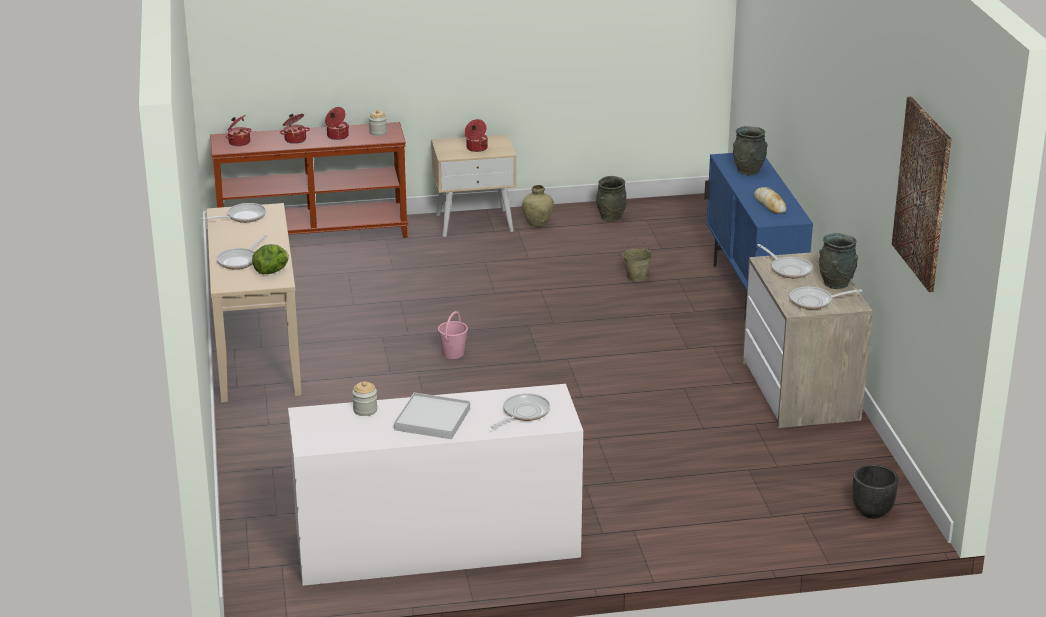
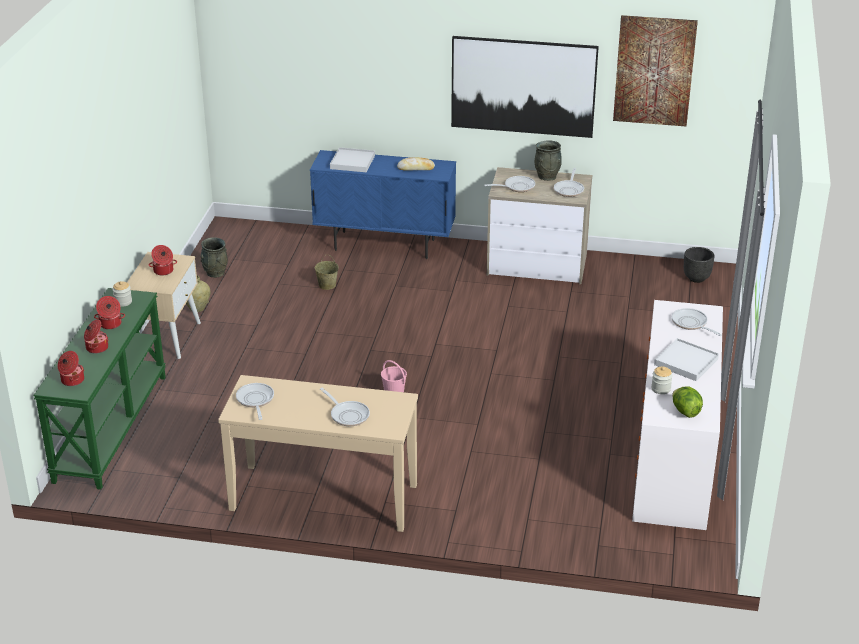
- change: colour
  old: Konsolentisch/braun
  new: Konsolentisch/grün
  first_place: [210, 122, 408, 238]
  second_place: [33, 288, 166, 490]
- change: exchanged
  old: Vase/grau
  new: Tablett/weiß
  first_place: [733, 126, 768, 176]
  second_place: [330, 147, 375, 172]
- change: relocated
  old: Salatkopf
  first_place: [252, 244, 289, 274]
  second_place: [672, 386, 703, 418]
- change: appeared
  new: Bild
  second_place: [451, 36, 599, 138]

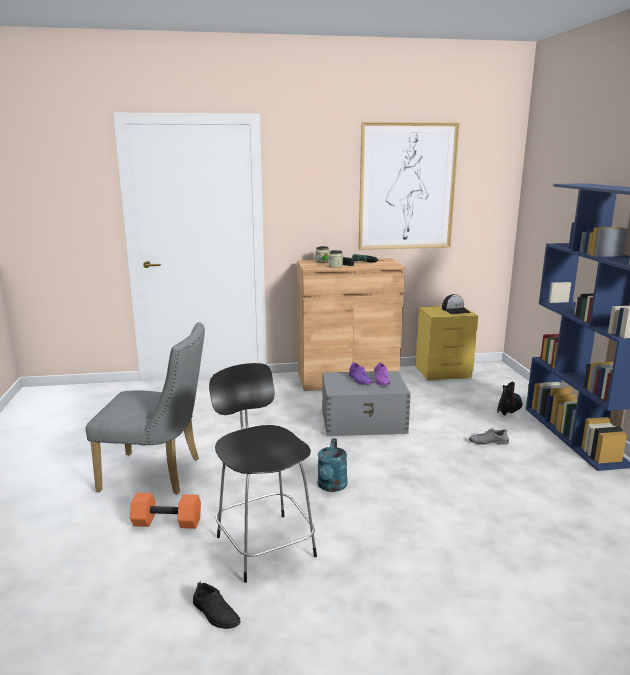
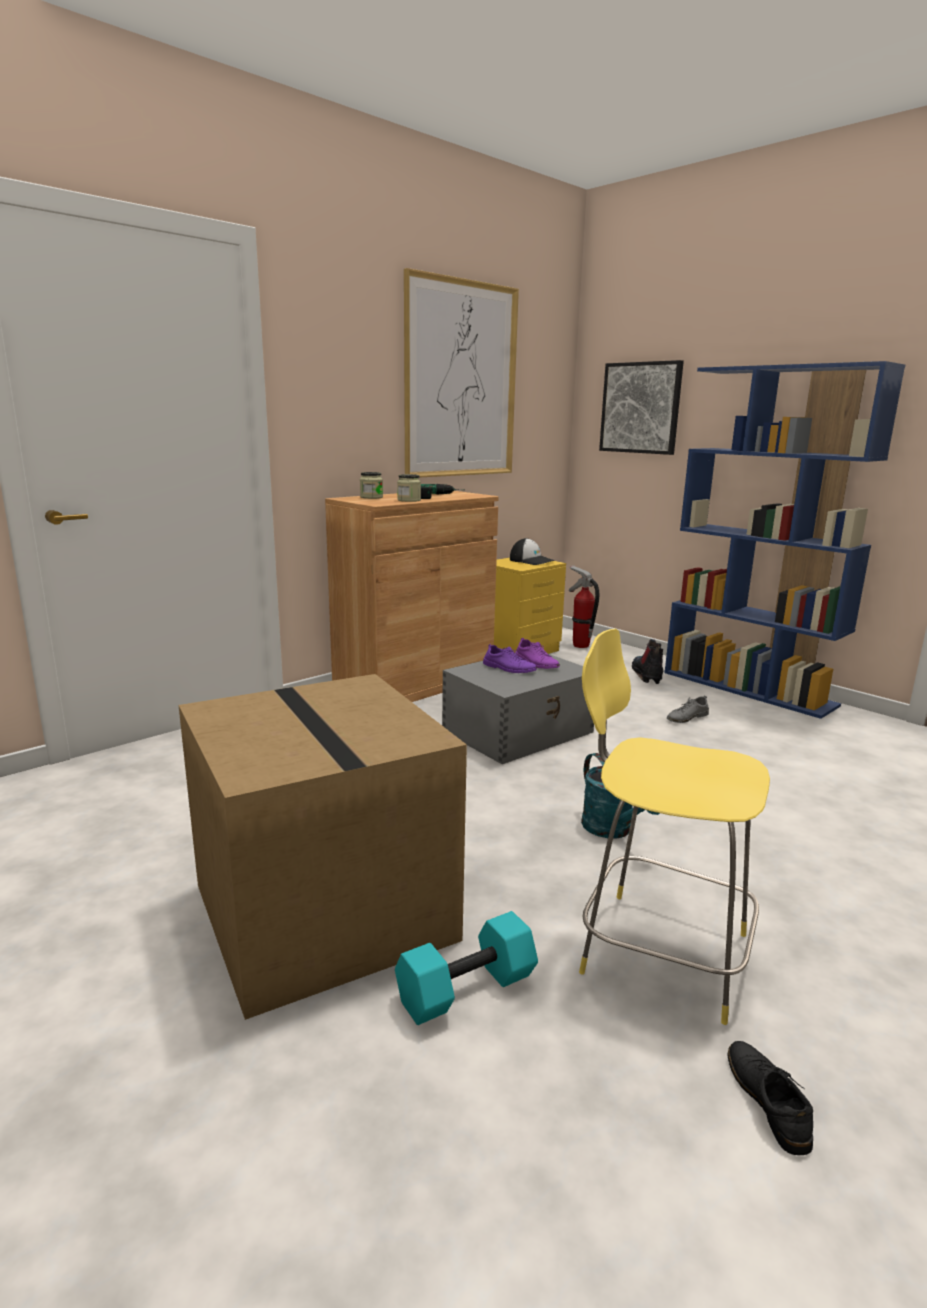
- change: exchanged
  old: Stuhl/grau
  new: Karton
  first_place: [86, 322, 205, 494]
  second_place: [179, 674, 467, 1020]
- change: colour
  old: Hocker/schwarz
  new: Hocker/gelb
  first_place: [209, 363, 317, 583]
  second_place: [579, 629, 770, 1025]
- change: colour
  old: Hantel/orange
  new: Hantel/türkis
  first_place: [130, 493, 201, 529]
  second_place: [395, 911, 538, 1025]
- change: spun
  old: Schuh/schwarz
  first_place: [193, 581, 240, 629]
  second_place: [728, 1041, 813, 1155]
  degrees: -105
- change: appeared
  new: Bild
  second_place: [599, 360, 684, 455]
- change: appeared
  new: Feuerlöscher
  second_place: [569, 565, 600, 648]

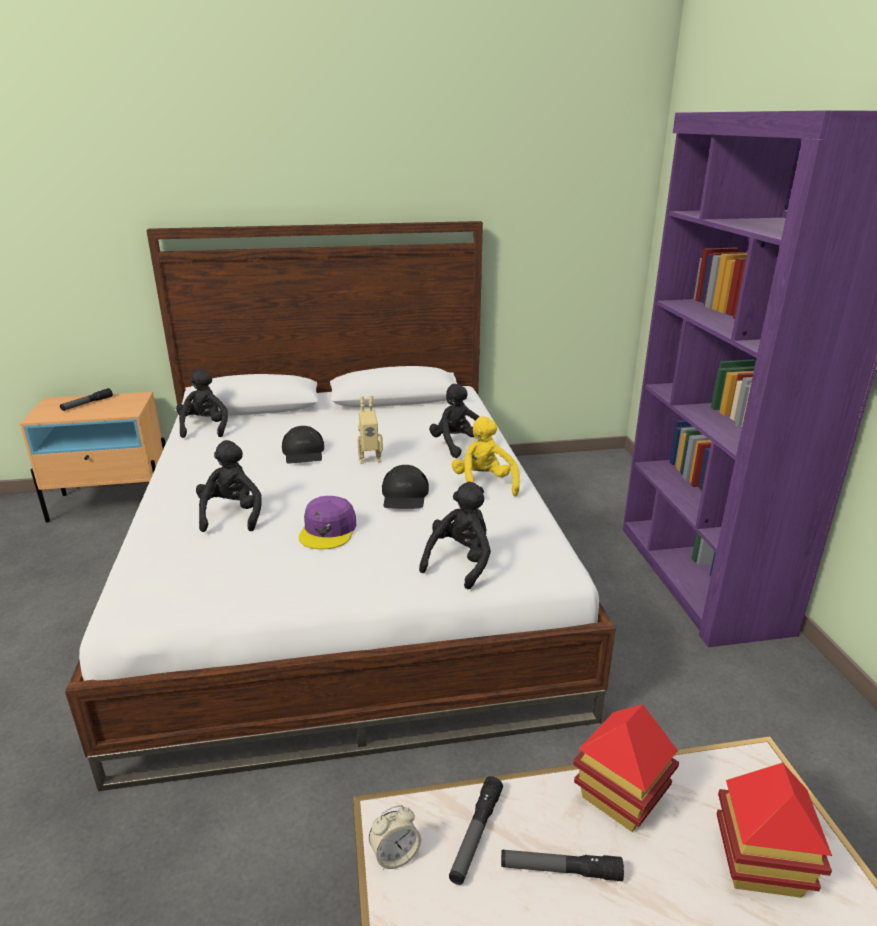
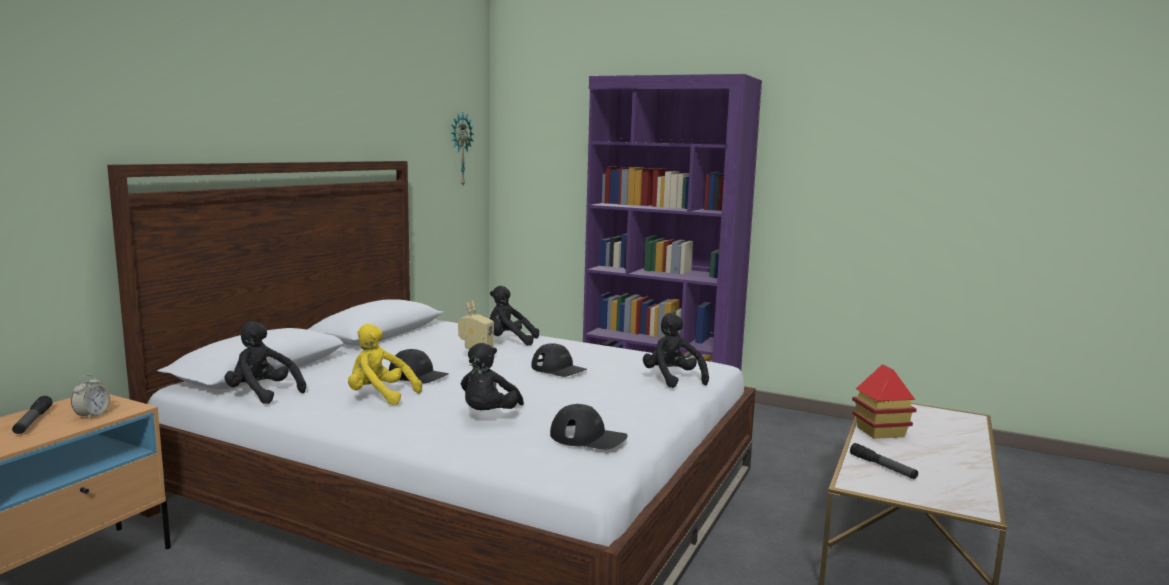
- change: relocated
  old: Plüschtier/gelb
  first_place: [452, 416, 520, 496]
  second_place: [348, 324, 422, 405]
- change: spun
  old: Plüschtier/schwarz
  first_place: [196, 440, 262, 532]
  second_place: [460, 343, 524, 410]
  degrees: -105
- change: missing
  old: Kappe/lila
  first_place: [299, 496, 357, 549]
- change: missing
  old: Spielzeughaus
  first_place: [717, 763, 832, 898]
- change: relocated
  old: Wecker
  first_place: [369, 805, 421, 870]
  second_place: [71, 375, 110, 419]
- change: missing
  old: Taschenlampe
  first_place: [501, 850, 624, 881]
- change: appeared
  new: Wanduhr
  second_place: [451, 113, 474, 185]
- change: appeared
  new: Kappe/schwarz
  second_place: [550, 404, 628, 450]

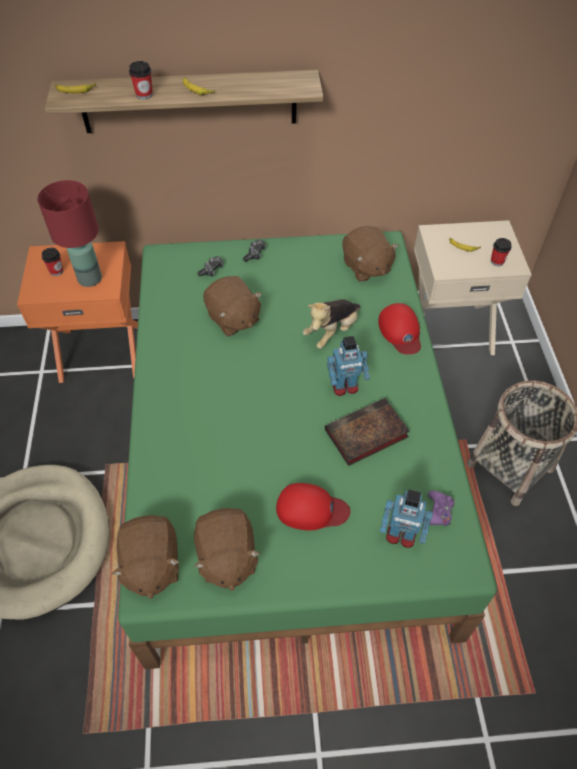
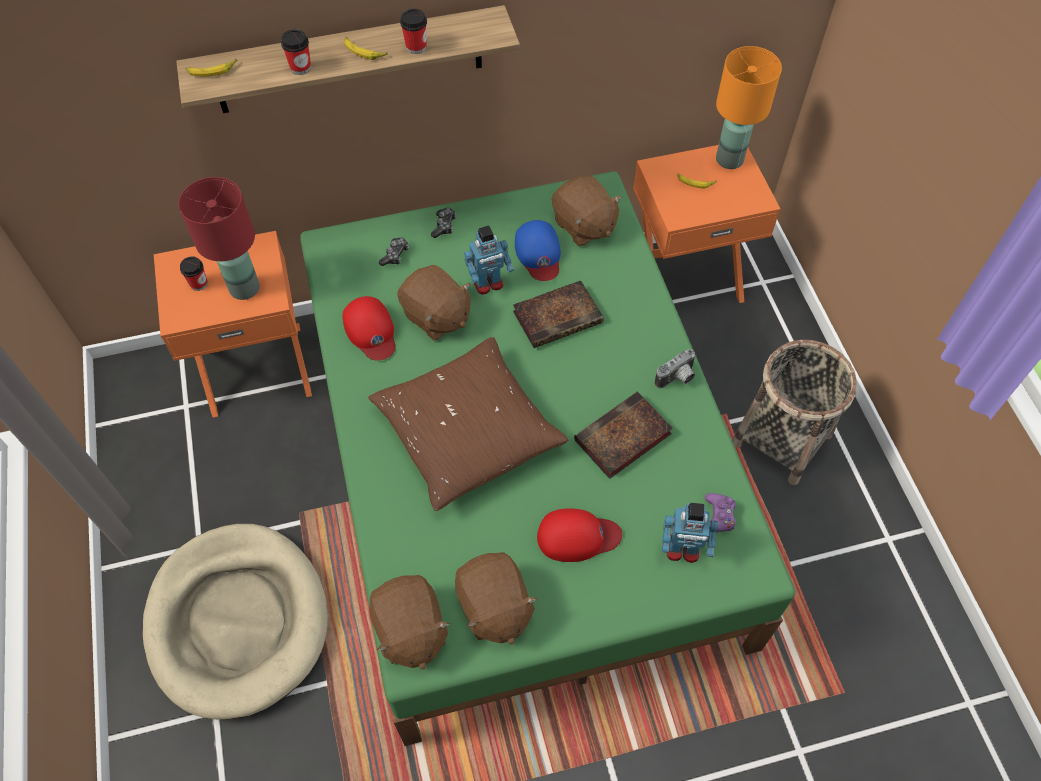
- change: colour
  old: Nachttisch/beige
  new: Nachttisch/orange
  first_place: [414, 220, 532, 355]
  second_place: [633, 145, 780, 303]
- change: relocated
  old: Tasse
  first_place: [491, 238, 512, 266]
  second_place: [400, 9, 427, 54]
- change: exchanged
  old: Plüschtier
  new: Buch
  first_place: [303, 299, 361, 349]
  second_place: [513, 280, 604, 348]
- change: relocated
  old: Kappe/rot
  first_place: [378, 303, 421, 355]
  second_place: [342, 296, 395, 360]
- change: relocated
  old: Spielzeugroboter
  first_place: [327, 336, 370, 396]
  second_place: [464, 226, 514, 294]
- change: appeared
  new: Tischlampe/orange
  second_place: [716, 46, 782, 169]
- change: appeared
  new: Kappe/blau
  second_place: [515, 220, 561, 281]
- change: appeared
  new: Kissen/braun
  second_place: [368, 337, 568, 511]
- change: appeared
  new: Kamera
  second_place: [655, 349, 696, 388]

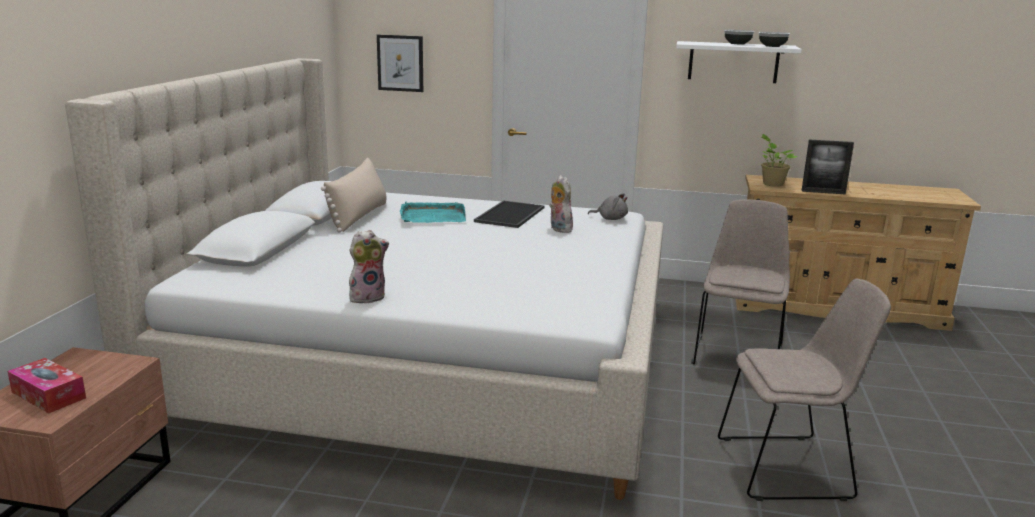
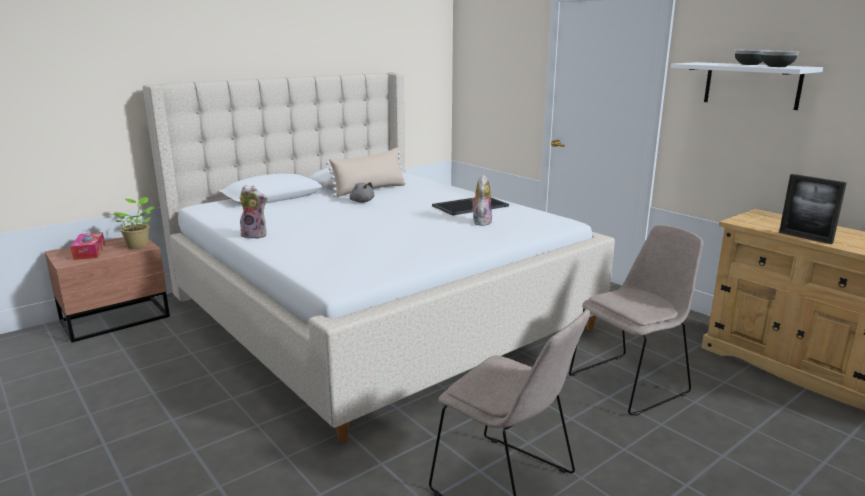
- change: missing
  old: Bild
  first_place: [377, 35, 423, 92]
- change: relocated
  old: Topfpflanze
  first_place: [761, 134, 798, 187]
  second_place: [111, 197, 155, 249]
- change: relocated
  old: Plüschtier/grau
  first_place: [588, 193, 628, 220]
  second_place: [349, 182, 374, 203]
- change: missing
  old: Tablett/türkis
  first_place: [400, 202, 466, 223]

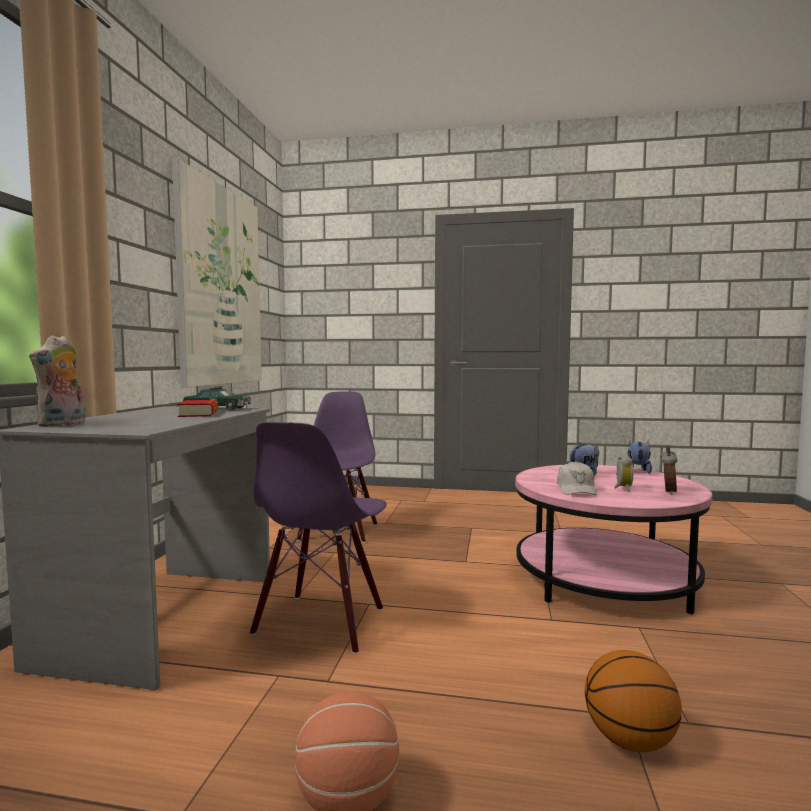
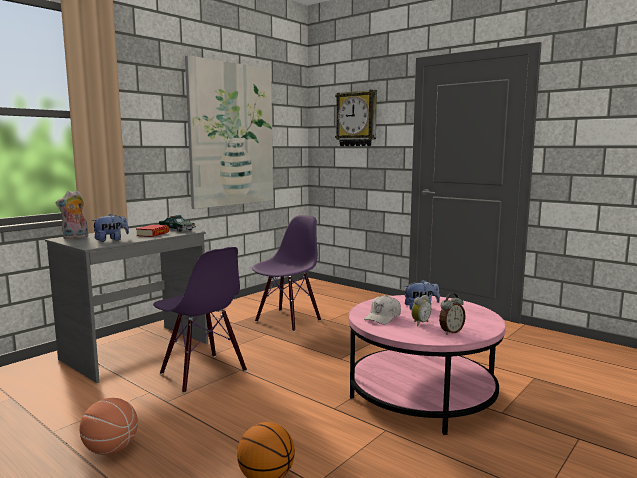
- change: spun
  old: Stuhl/lila
  first_place: [250, 422, 387, 654]
  second_place: [153, 247, 247, 393]
  degrees: -90
- change: relocated
  old: Plüschtier
  first_place: [628, 440, 652, 474]
  second_place: [91, 214, 129, 242]
- change: appeared
  new: Wanduhr
  second_place: [335, 90, 377, 146]

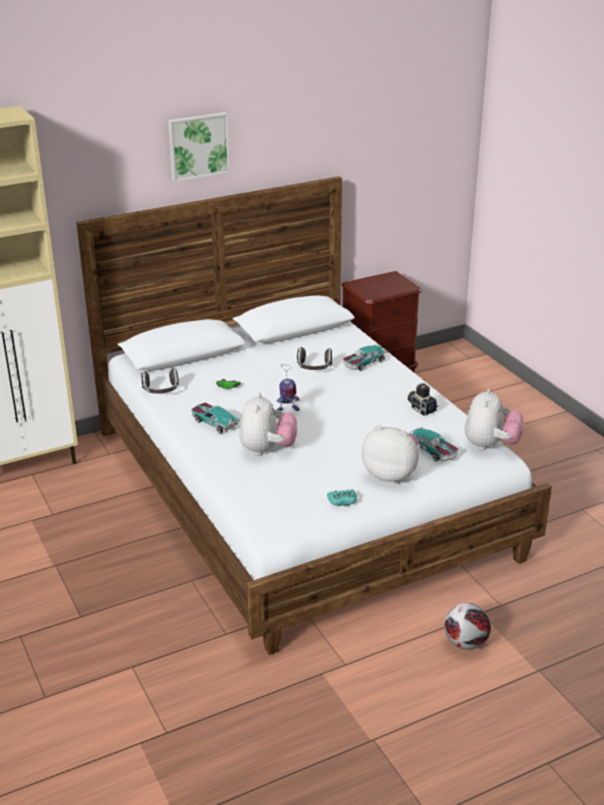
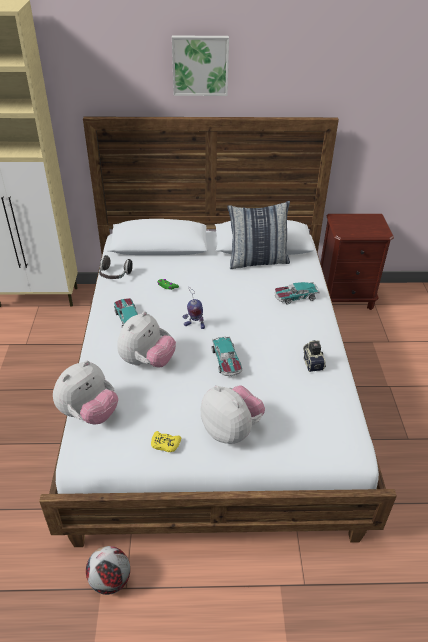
- change: missing
  old: Kopfhörer
  first_place: [297, 347, 332, 370]
- change: relocated
  old: Plüschtier
  first_place: [465, 388, 524, 450]
  second_place: [53, 361, 118, 424]
- change: relocated
  old: Spielzeugauto
  first_place: [408, 427, 458, 462]
  second_place: [212, 336, 242, 376]
- change: colour
  old: Gamepad/türkis
  new: Gamepad/gelb
  first_place: [327, 489, 357, 506]
  second_place: [151, 431, 181, 452]
- change: relocated
  old: Fußball
  first_place: [444, 603, 491, 650]
  second_place: [86, 546, 130, 595]
- change: appeared
  new: Kissen
  second_place: [227, 201, 290, 269]

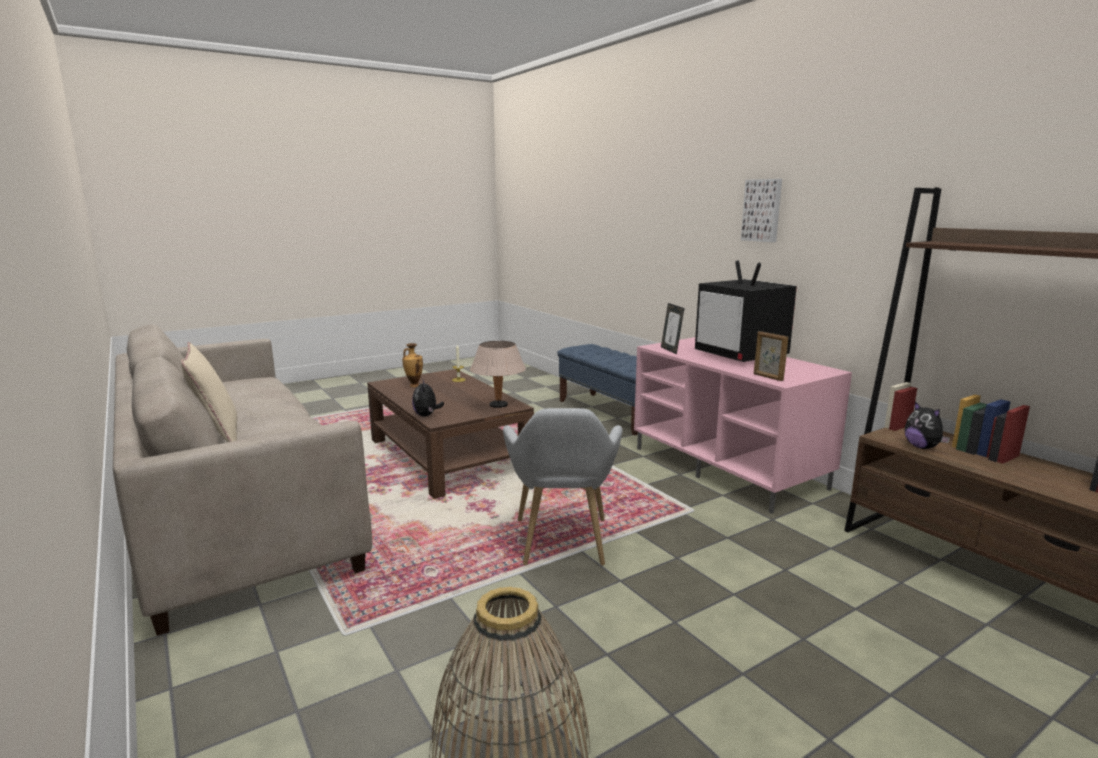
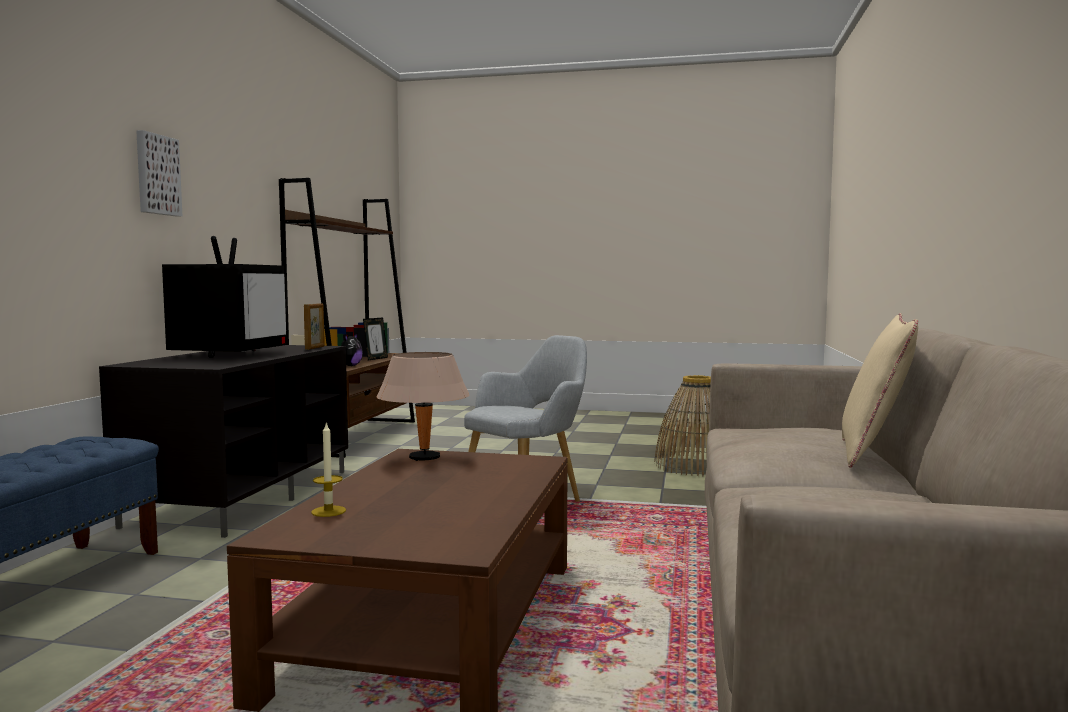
- change: relocated
  old: Bilderrahmen
  first_place: [661, 303, 684, 354]
  second_place: [363, 318, 388, 360]
- change: colour
  old: Fernsehschrank/rosa
  new: Fernsehschrank/schwarz
  first_place: [634, 337, 852, 514]
  second_place: [99, 345, 348, 538]
- change: missing
  old: Vase
  first_place: [402, 343, 423, 387]
- change: missing
  old: Plüschtier
  first_place: [412, 378, 444, 417]

